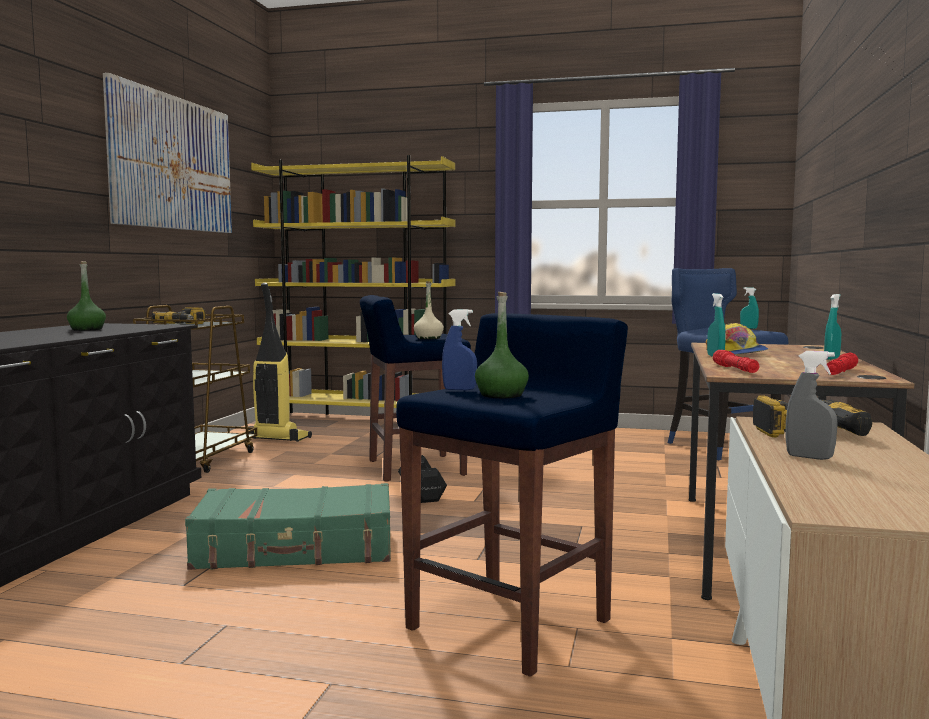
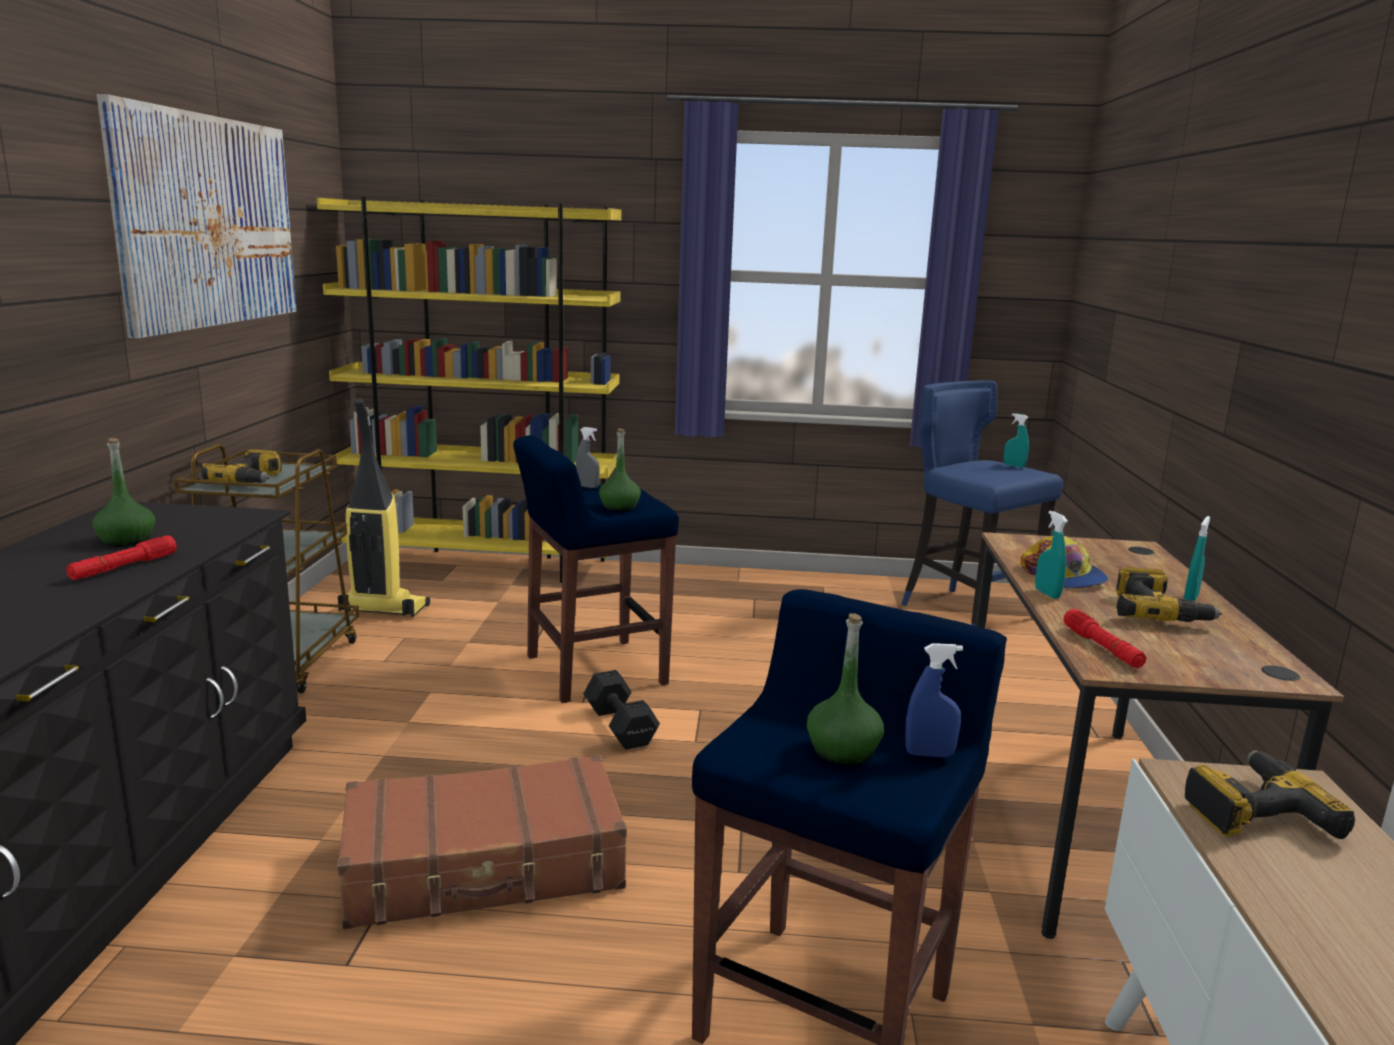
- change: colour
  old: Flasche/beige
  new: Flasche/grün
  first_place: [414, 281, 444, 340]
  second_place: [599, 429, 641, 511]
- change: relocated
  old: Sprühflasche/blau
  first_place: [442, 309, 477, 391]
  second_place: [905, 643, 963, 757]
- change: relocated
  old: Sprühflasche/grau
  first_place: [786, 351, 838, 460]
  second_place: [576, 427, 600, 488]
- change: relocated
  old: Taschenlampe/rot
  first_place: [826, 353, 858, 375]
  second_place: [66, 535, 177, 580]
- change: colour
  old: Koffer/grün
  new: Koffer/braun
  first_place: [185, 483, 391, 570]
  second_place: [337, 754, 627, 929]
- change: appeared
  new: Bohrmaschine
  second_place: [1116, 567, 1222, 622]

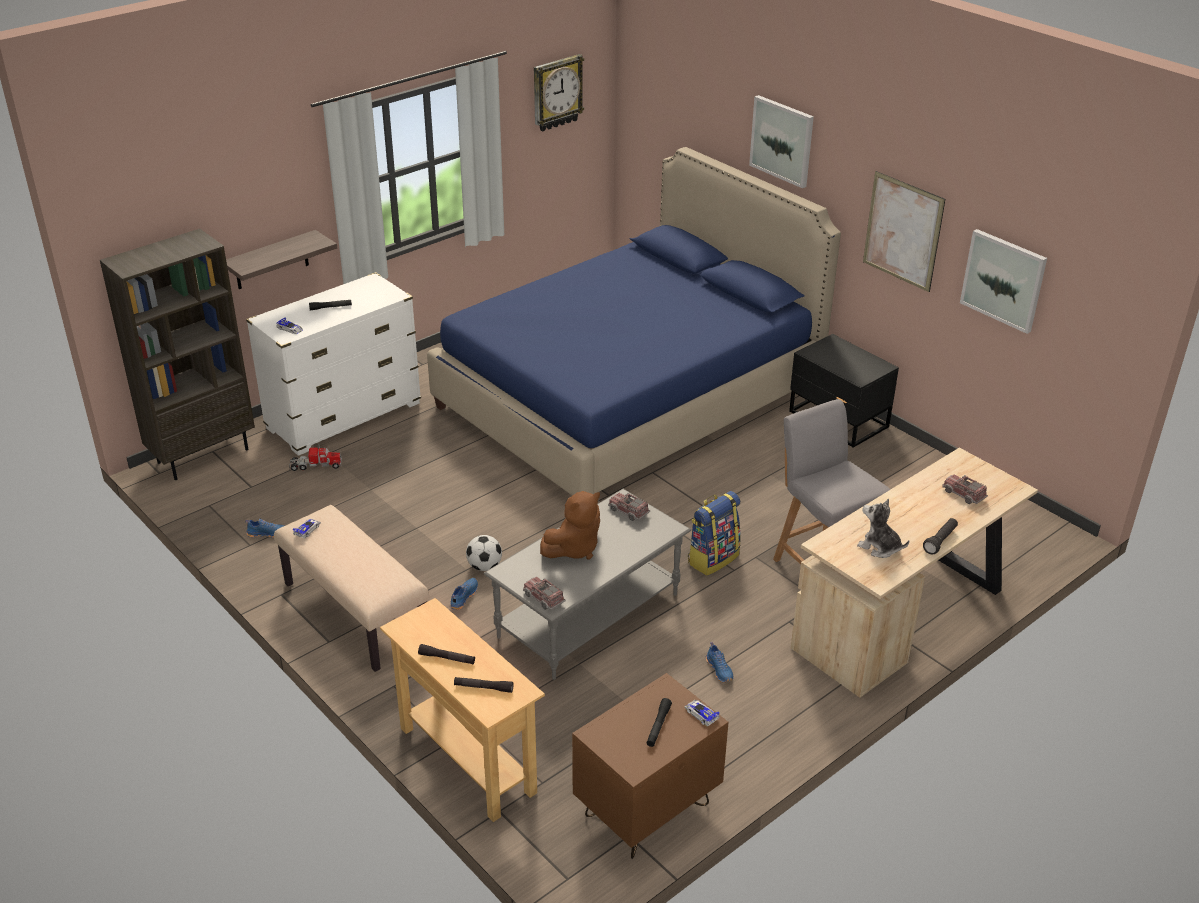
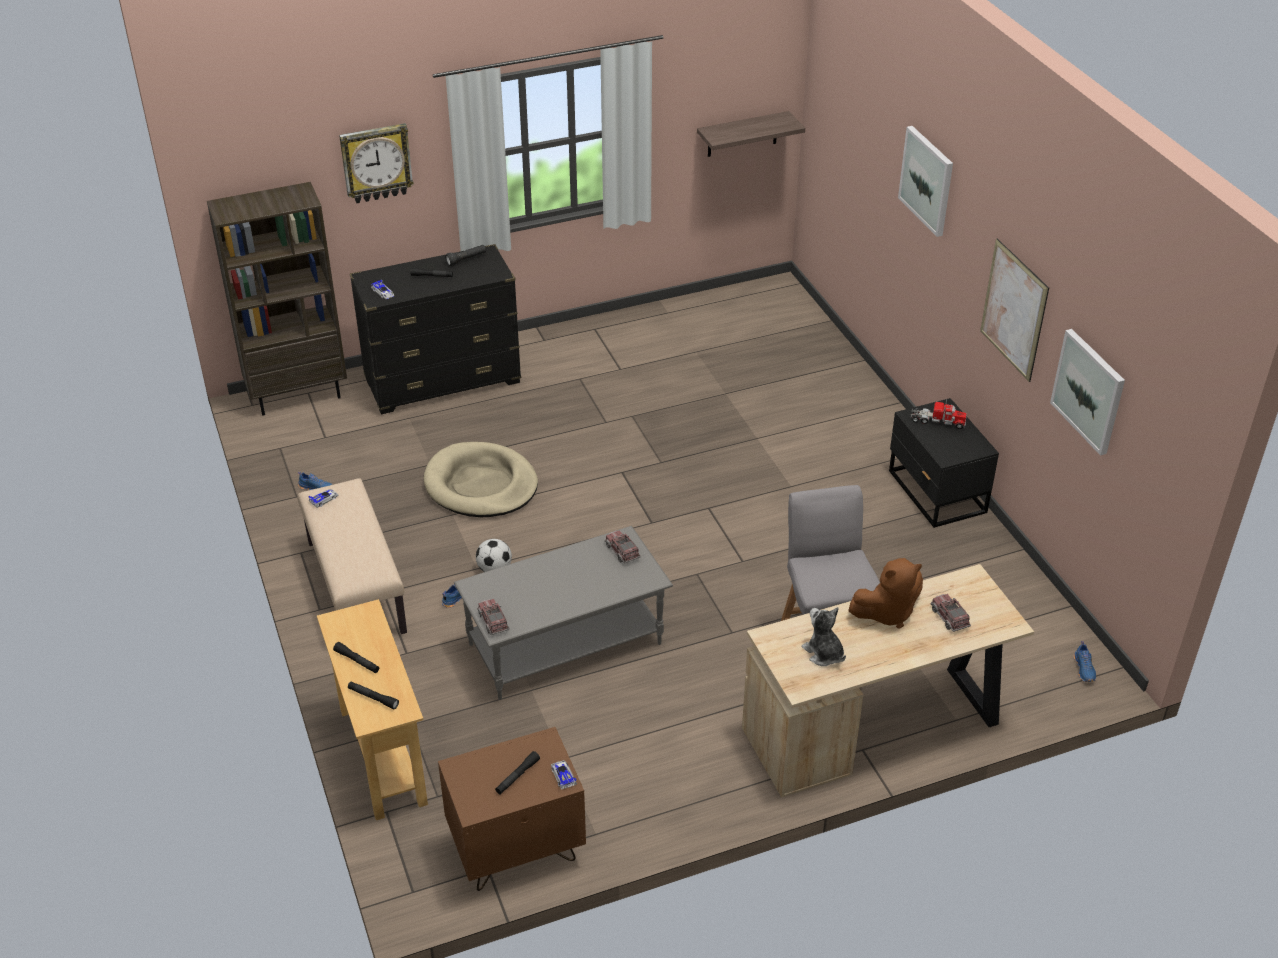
- change: relocated
  old: Wanduhr
  first_place: [534, 54, 584, 132]
  second_place: [339, 123, 414, 203]
- change: missing
  old: Bett/blau
  first_place: [427, 147, 841, 495]
- change: relocated
  old: Wandregal
  first_place: [226, 230, 337, 289]
  second_place: [697, 111, 805, 157]
- change: colour
  old: Kommode/weiß
  new: Kommode/schwarz
  first_place: [246, 272, 421, 456]
  second_place: [350, 244, 521, 414]
- change: relocated
  old: Spielzeuglaster
  first_place: [289, 446, 342, 471]
  second_place: [910, 400, 967, 429]
- change: relocated
  old: Plüschtier/braun
  first_place: [540, 491, 600, 559]
  second_place: [848, 558, 923, 629]
- change: missing
  old: Rucksack
  first_place: [688, 491, 741, 576]
- change: relocated
  old: Taschenlampe/schwarz
  first_place: [923, 518, 958, 554]
  second_place: [445, 245, 486, 266]
- change: relocated
  old: Schuh/blau
  first_place: [706, 642, 734, 682]
  second_place: [1073, 641, 1096, 682]
- change: appeared
  new: Hundebett/beige
  second_place: [424, 442, 538, 517]

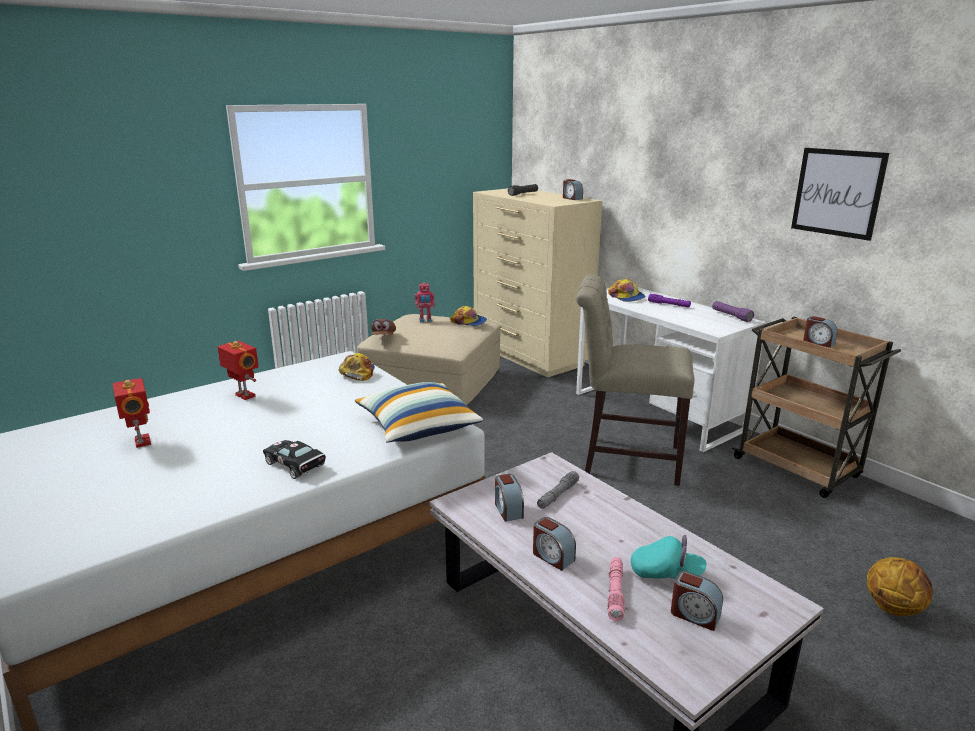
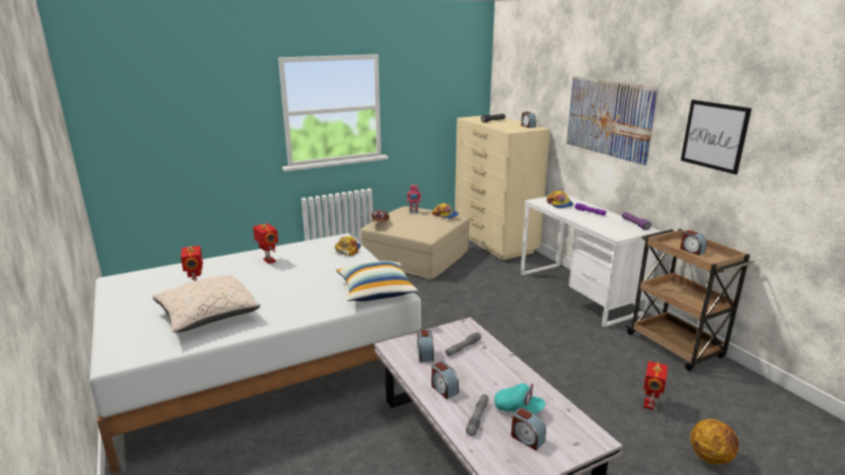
- change: missing
  old: Stuhl/beige
  first_place: [576, 274, 695, 486]
- change: missing
  old: Spielzeugauto/schwarz
  first_place: [263, 440, 326, 479]
- change: colour
  old: Taschenlampe/rosa
  new: Taschenlampe/grau
  first_place: [607, 557, 625, 621]
  second_place: [466, 394, 489, 436]
- change: appeared
  new: Bild
  second_place: [566, 76, 659, 165]
- change: appeared
  new: Kissen/beige
  second_place: [152, 275, 260, 332]
- change: appeared
  new: Spielzeugroboter
  second_place: [644, 361, 668, 410]

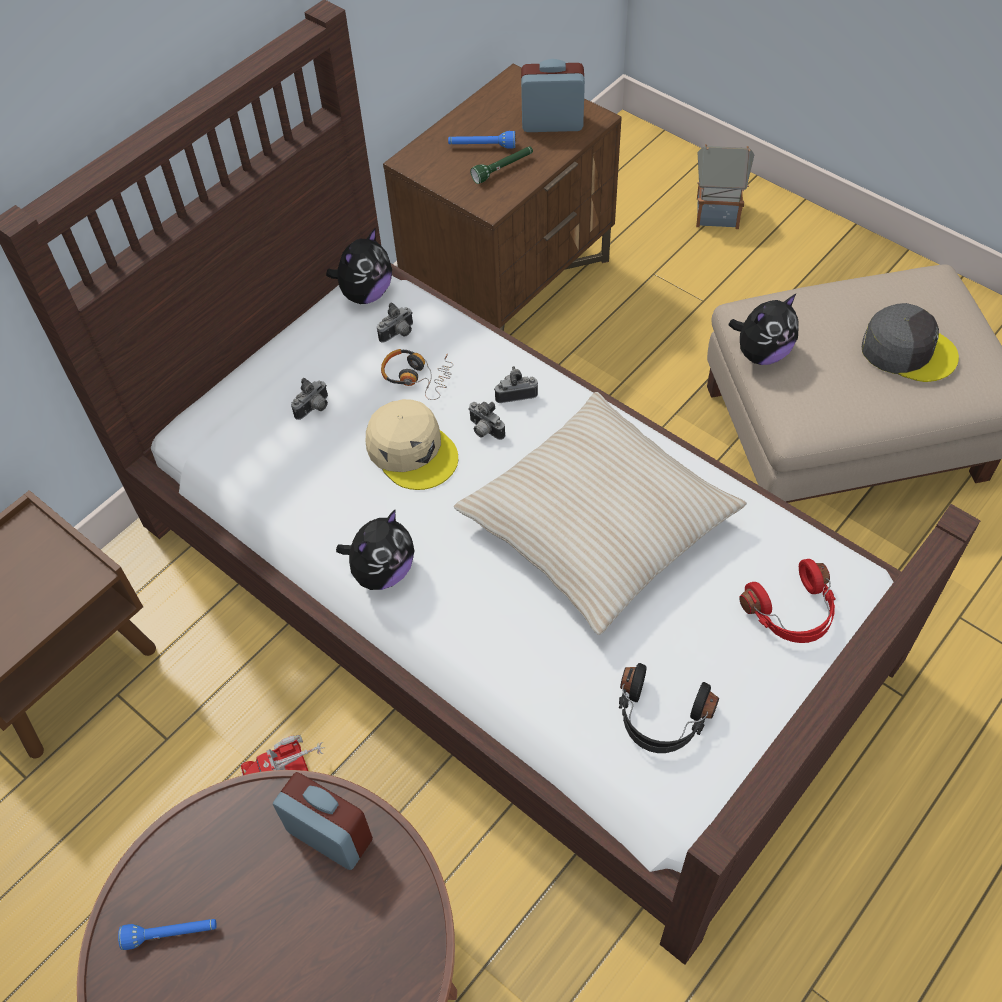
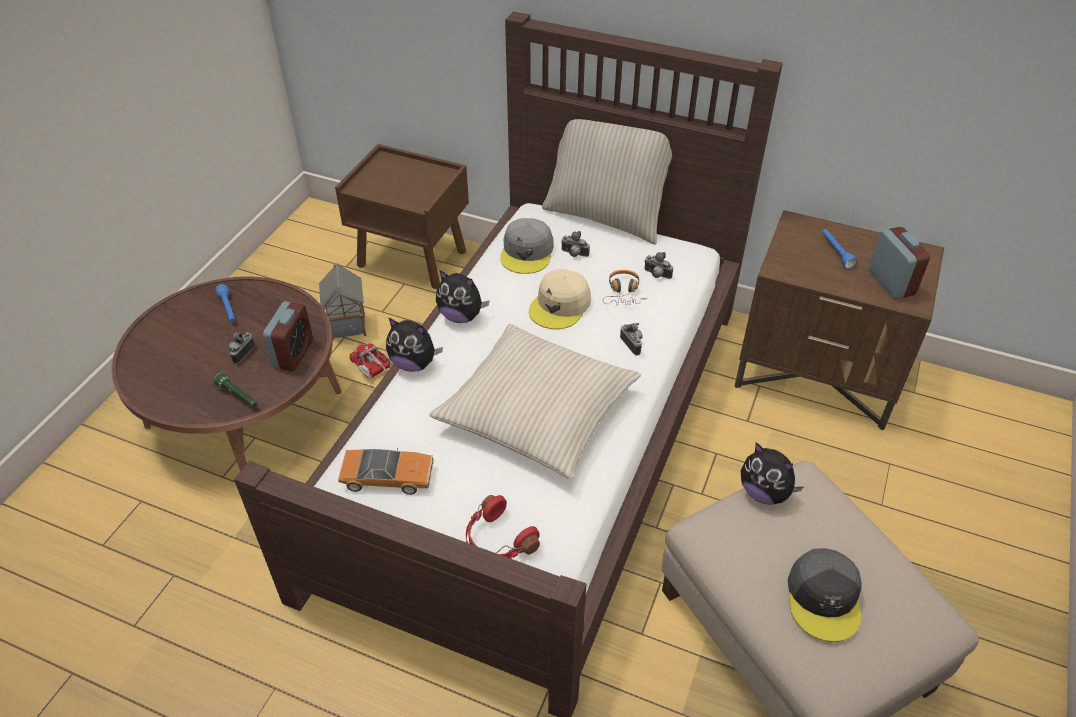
- change: relocated
  old: Spielzeughaus
  first_place: [696, 144, 755, 229]
  second_place: [319, 263, 366, 340]
- change: relocated
  old: Taschenlampe/grün
  first_place: [470, 146, 533, 184]
  second_place: [213, 373, 257, 407]
- change: relocated
  old: Plüschtier
  first_place: [326, 228, 392, 304]
  second_place: [386, 317, 443, 372]
- change: relocated
  old: Kamera
  first_place: [468, 402, 505, 440]
  second_place: [228, 332, 255, 364]
- change: exchanged
  old: Kopfhörer/schwarz
  new: Spielzeugauto
  first_place: [619, 663, 719, 753]
  second_place: [338, 448, 434, 495]
- change: appeared
  new: Kissen/beige
  second_place: [542, 90, 672, 245]
- change: appeared
  new: Kappe/grau
  second_place: [500, 218, 554, 274]

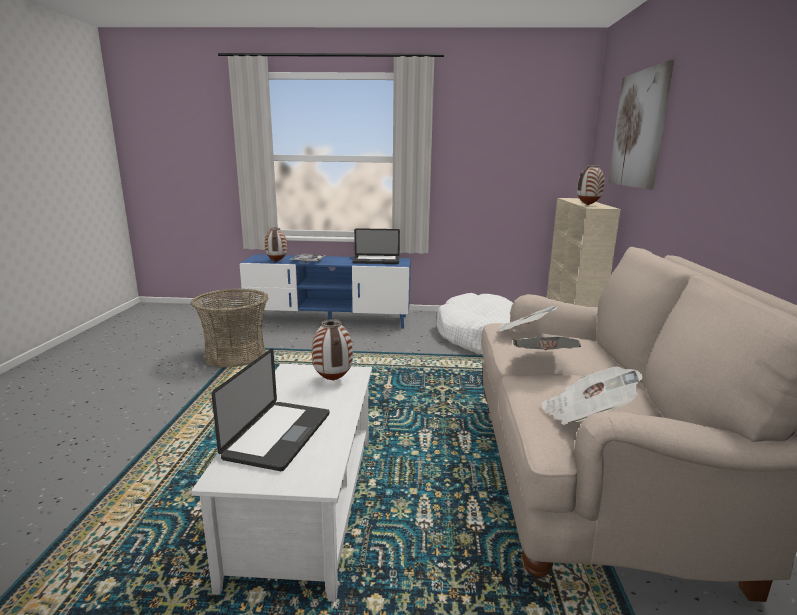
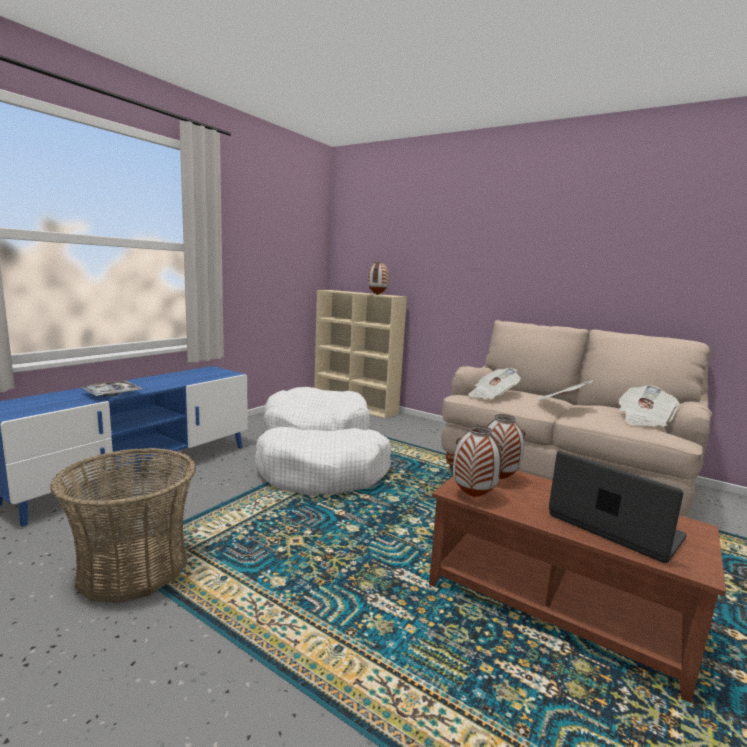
- change: missing
  old: Bild
  first_place: [608, 59, 675, 190]
- change: relocated
  old: Vase
  first_place: [265, 228, 287, 262]
  second_place: [453, 426, 503, 497]
- change: missing
  old: Laptop
  first_place: [352, 228, 400, 264]
- change: colour
  old: Couchtisch/weiß
  new: Couchtisch/braun
  first_place: [191, 364, 372, 602]
  second_place: [429, 471, 726, 703]
- change: appeared
  new: Hundebett/weiß
  second_place: [255, 427, 391, 496]

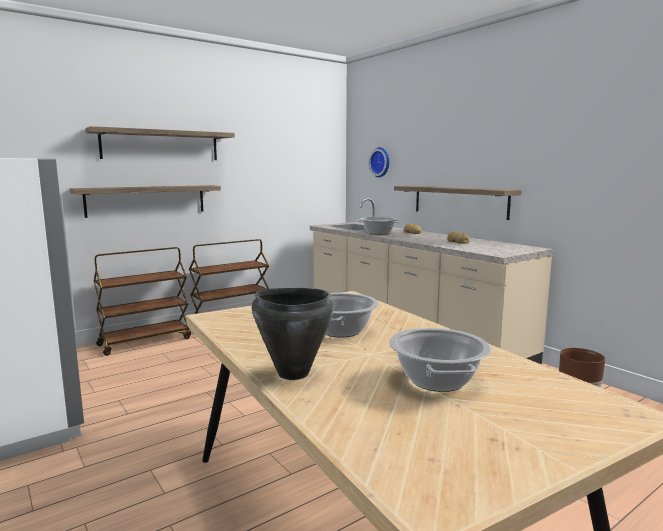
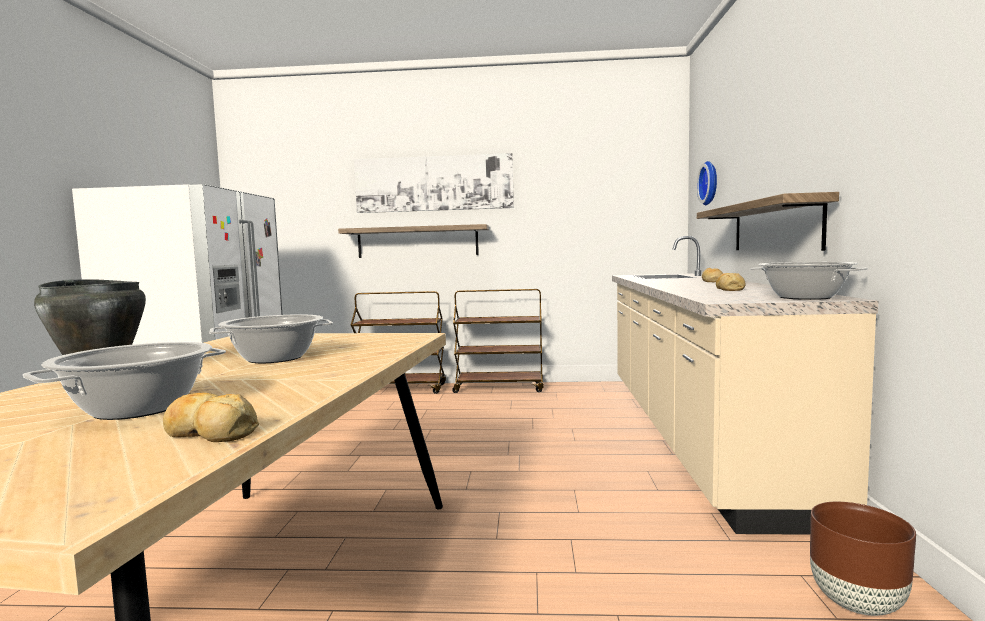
- change: exchanged
  old: Wandregal
  new: Bild
  first_place: [85, 126, 235, 160]
  second_place: [354, 153, 514, 213]
- change: relocated
  old: Kochtopf
  first_place: [357, 217, 401, 235]
  second_place: [750, 262, 868, 300]
- change: appeared
  new: Brot
  second_place: [163, 393, 259, 442]

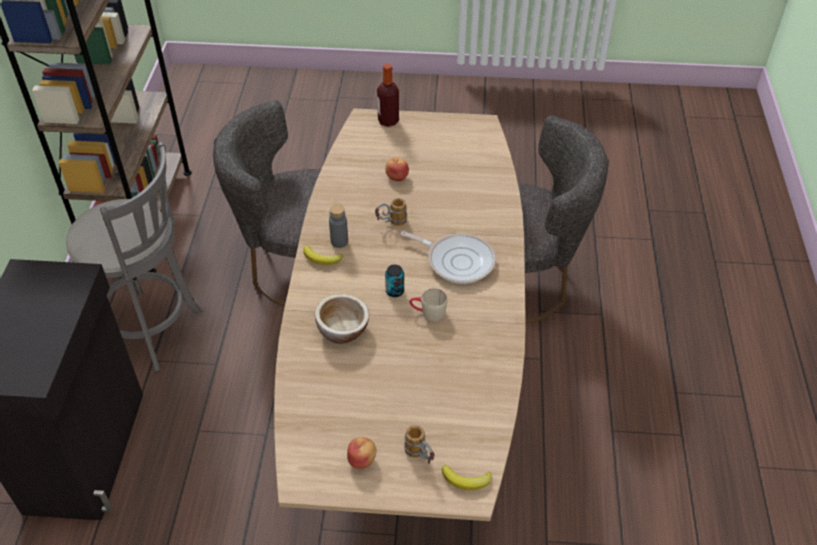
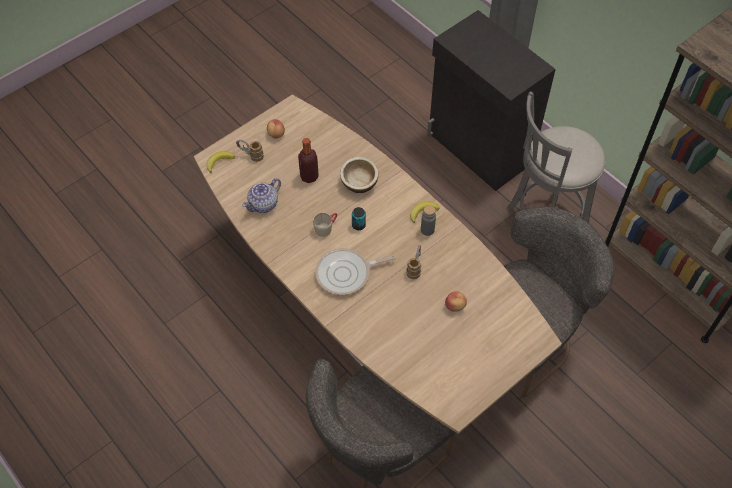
- change: relocated
  old: Flasche
  first_place: [377, 64, 399, 127]
  second_place: [298, 138, 319, 183]
- change: appeared
  new: Teekanne
  second_place: [242, 178, 281, 213]

